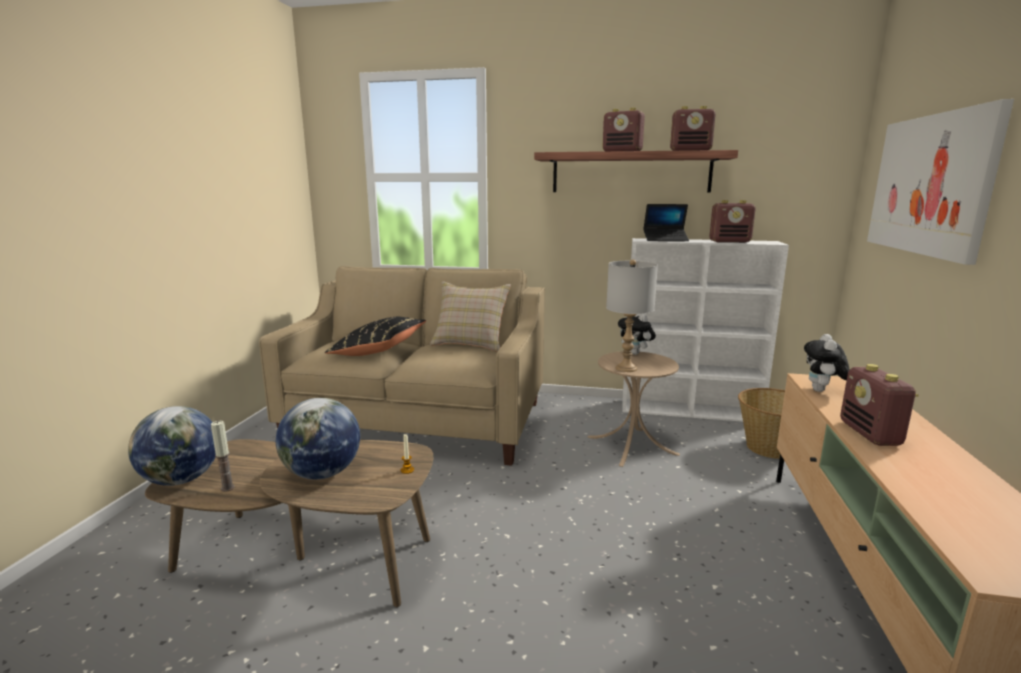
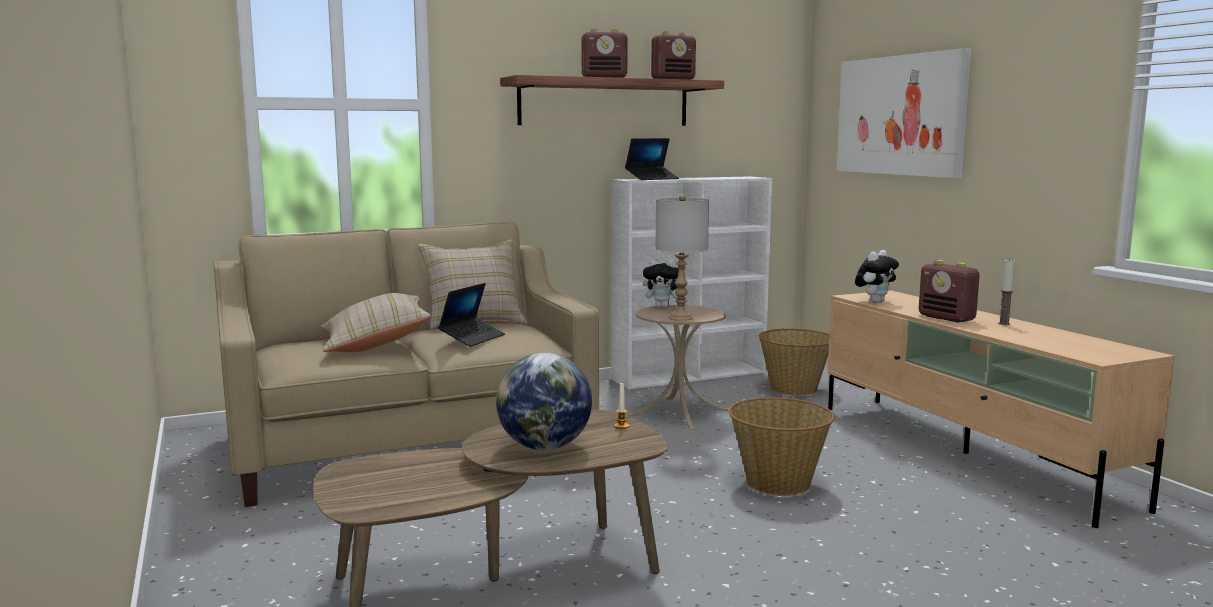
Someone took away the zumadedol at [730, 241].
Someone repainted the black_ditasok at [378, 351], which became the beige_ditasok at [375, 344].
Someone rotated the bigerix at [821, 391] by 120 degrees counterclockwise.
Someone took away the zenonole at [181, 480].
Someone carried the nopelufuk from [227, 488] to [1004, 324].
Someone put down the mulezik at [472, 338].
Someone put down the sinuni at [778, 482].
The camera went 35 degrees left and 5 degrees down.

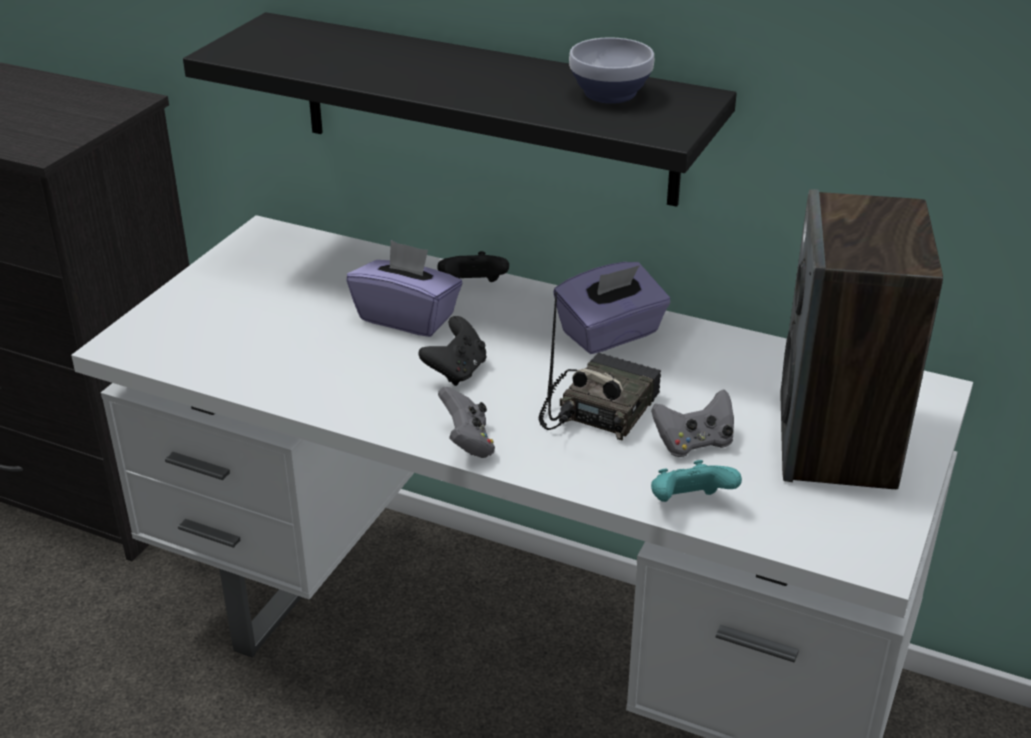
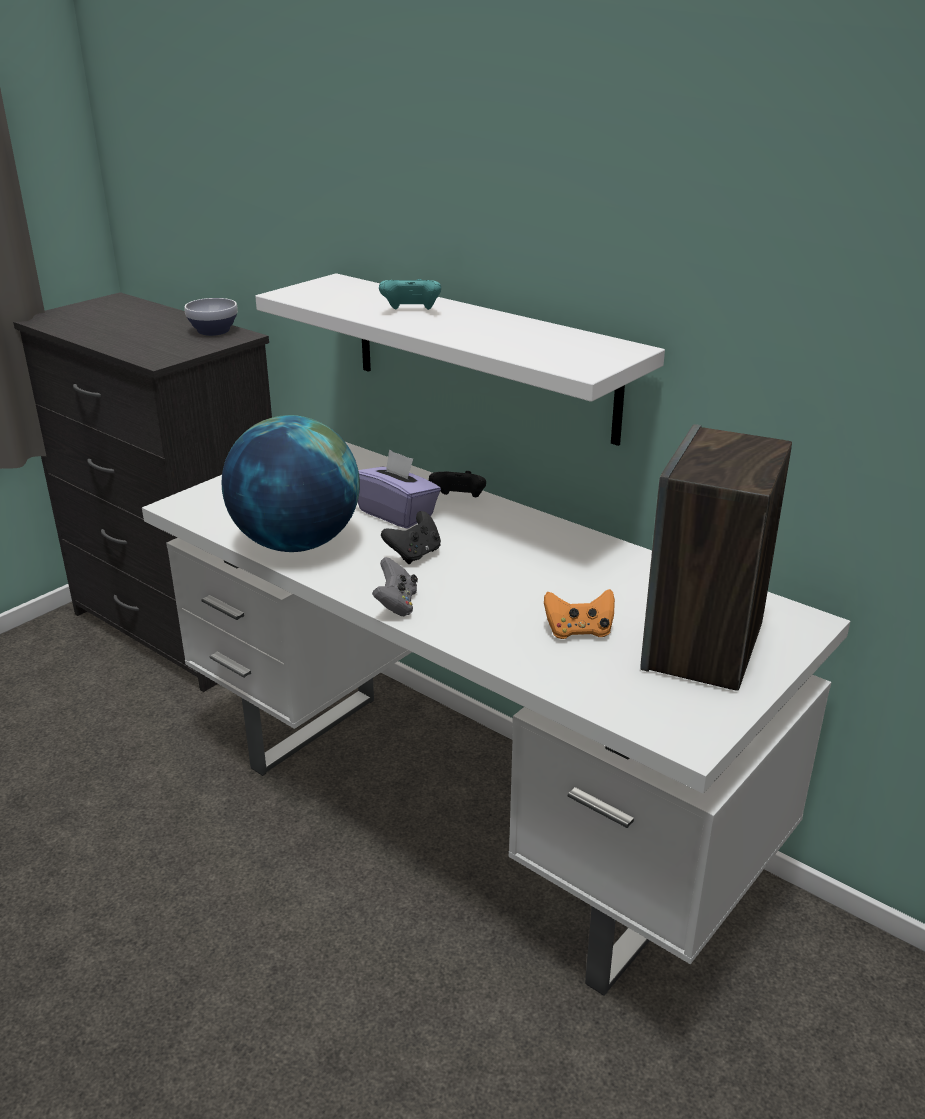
Someone repainted the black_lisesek at [486, 109], which became the white_lisesek at [482, 356].
Someone carried the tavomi from [607, 94] to [212, 331].
Someone took away the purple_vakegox at [611, 334].
Someone took away the zumadedol at [599, 408].
Someone repainted the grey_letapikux at [694, 443], which became the orange_letapikux at [579, 631].
Someone carried the turquoise_letapikux from [689, 504] to [411, 312].
Someone put down the zenonole at [296, 543].
The camera went 15 degrees right and 5 degrees down.

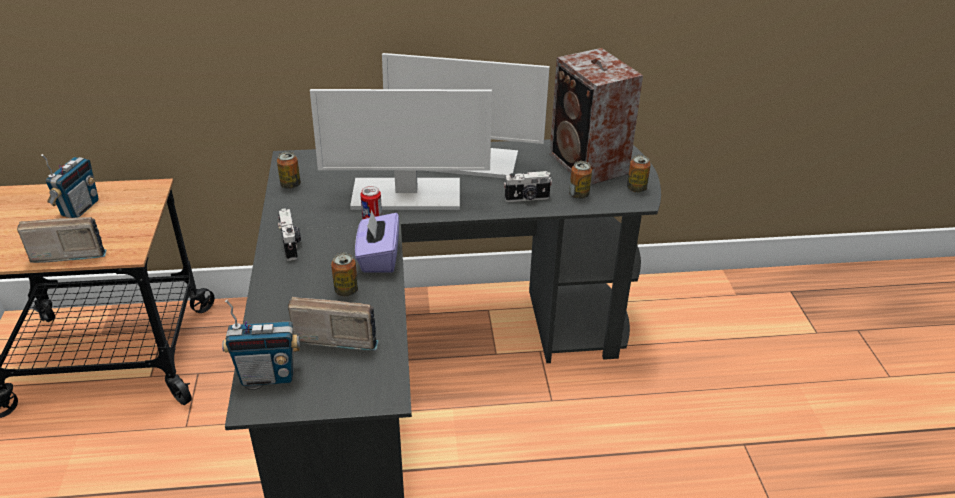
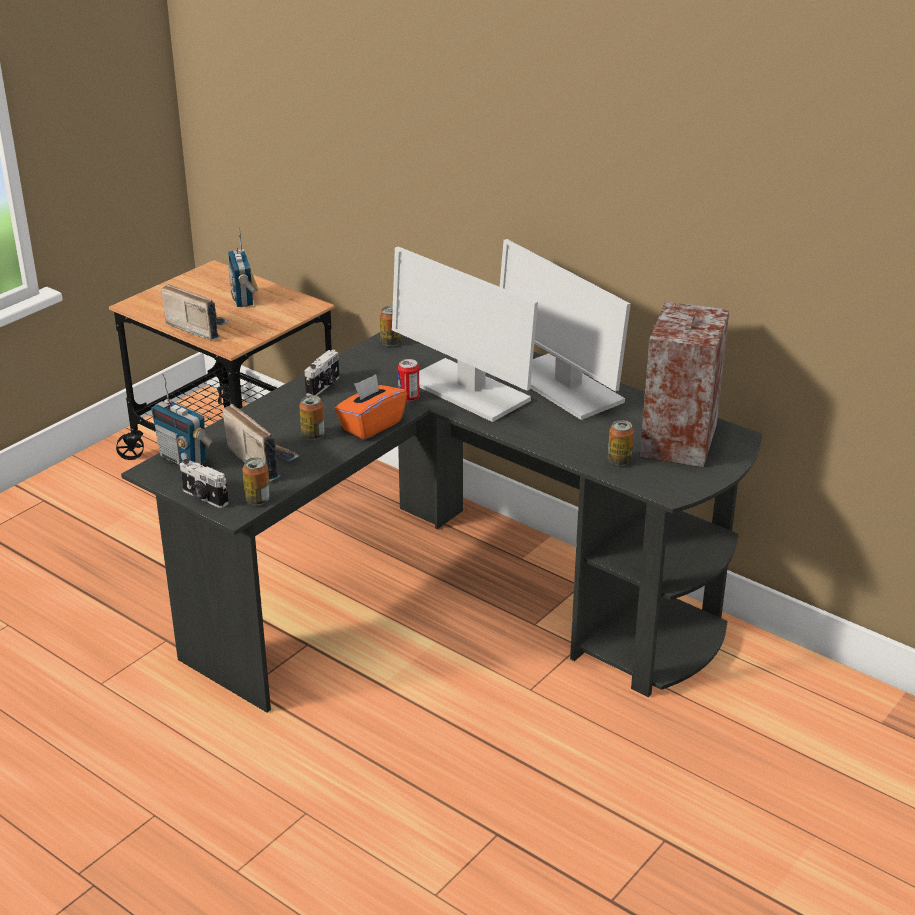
Someone rotated the zumadedol at [80, 208] by 105 degrees clockwise.
Someone carried the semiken from [636, 188] to [258, 500].
Someone carried the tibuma from [527, 198] to [204, 497].
Someone repainted the purple_vakegox at [378, 258], which became the orange_vakegox at [371, 425].
The camera went 45 degrees right and 5 degrees down.

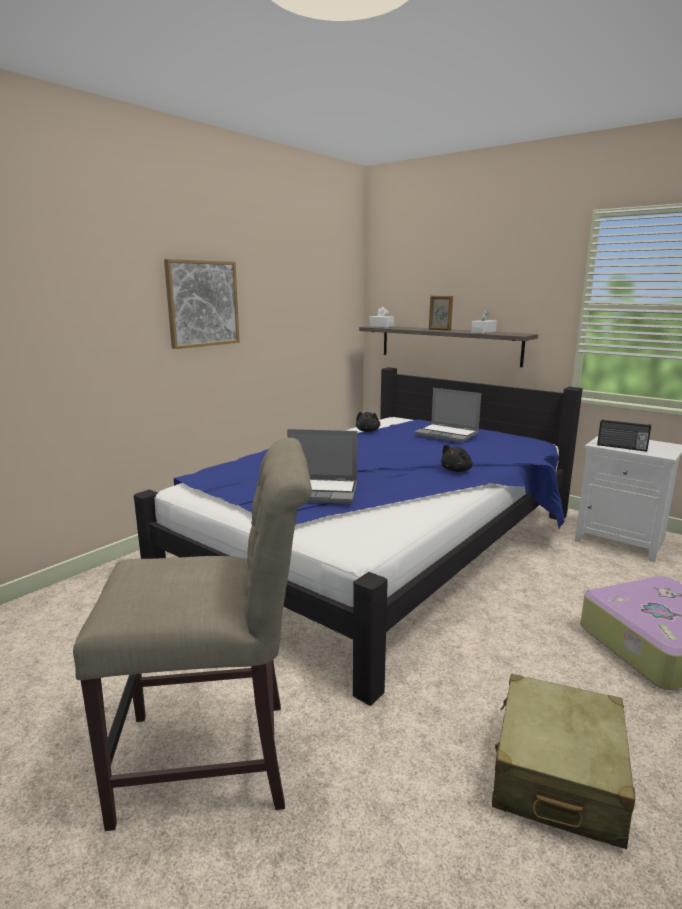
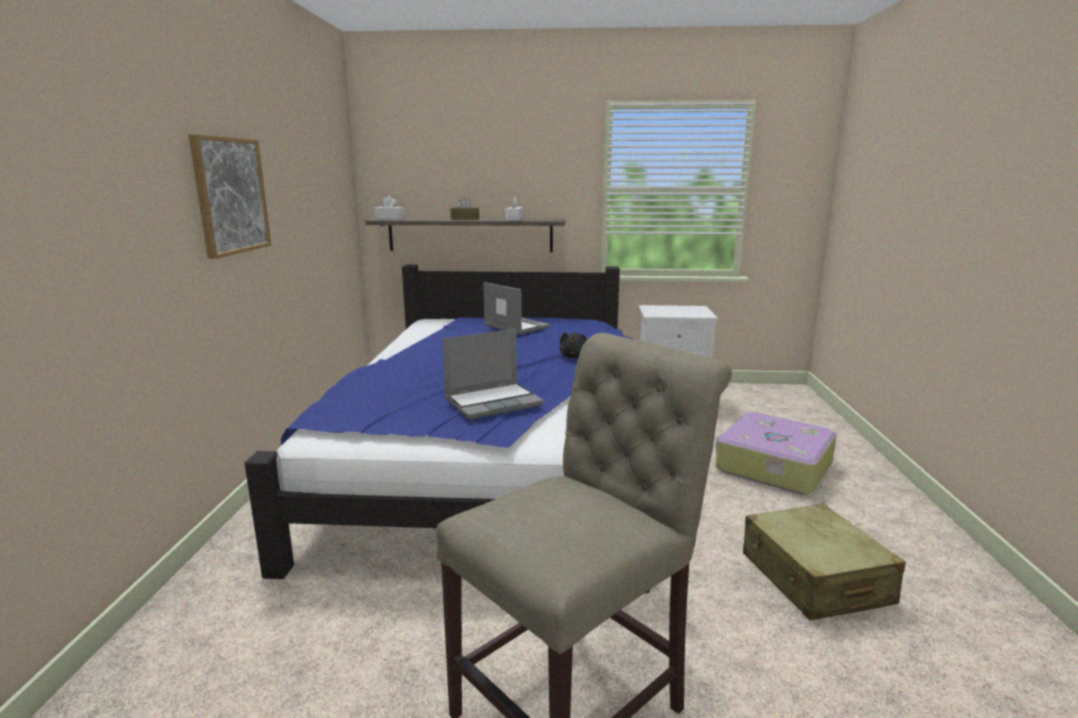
Someone swapped the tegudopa at [439, 330] for the brown_vakegox at [465, 219].
Someone rotated the mulezik at [447, 434] by 135 degrees counterclockwise.
Someone took away the black_bigerix at [368, 431].
Someone took away the zumadedol at [621, 447].
The camera went 35 degrees left and 0 degrees up.

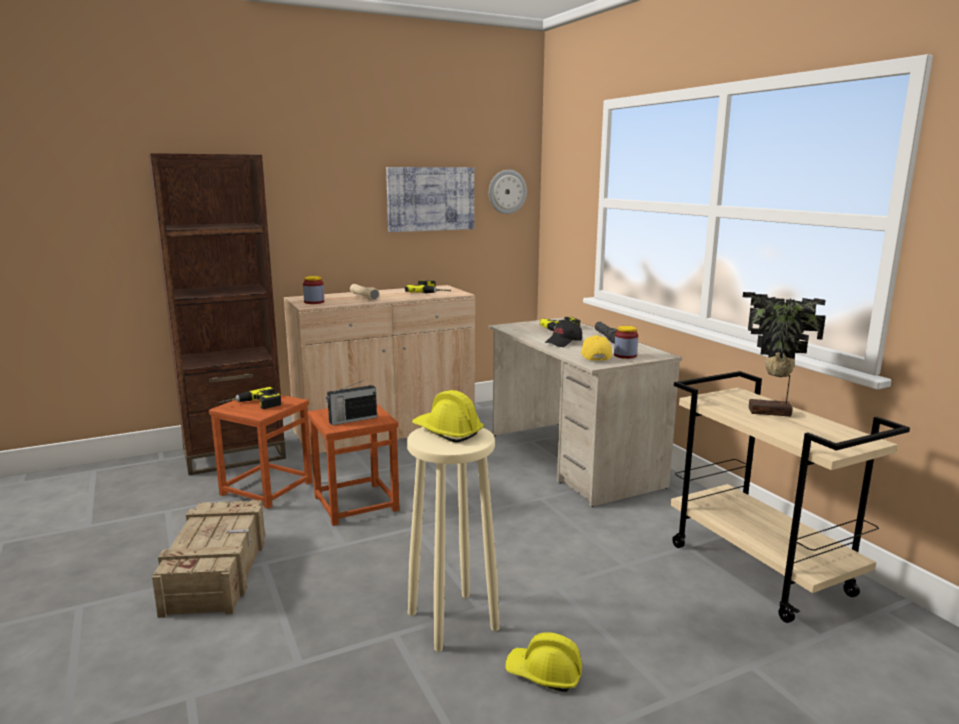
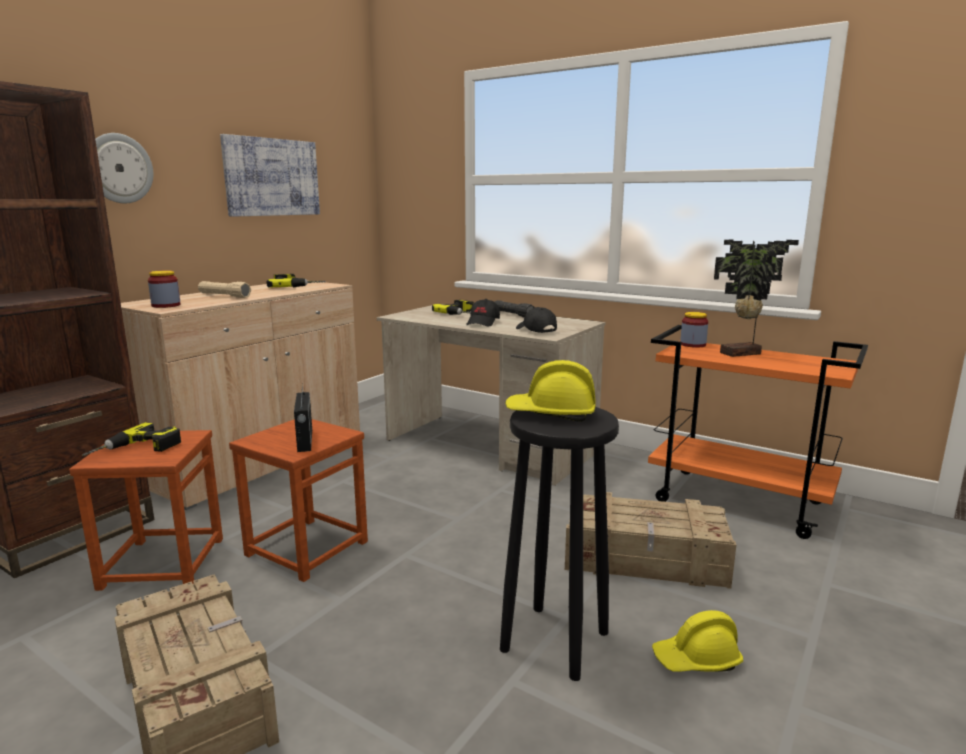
Someone carried the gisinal from [507, 192] to [119, 168].
Someone carried the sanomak from [625, 355] to [693, 344].
Someone repainted the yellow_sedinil at [594, 357], which became the black_sedinil at [535, 330].
Someone repainted the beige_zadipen at [761, 570], which became the orange_zadipen at [740, 502].
Someone rotated the zumadedol at [352, 420] by 45 degrees counterclockwise.
Someone repainted the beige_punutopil at [453, 621], which became the black_punutopil at [556, 641].
Someone put down the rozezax at [645, 559].
The camera went 30 degrees left and 0 degrees up.

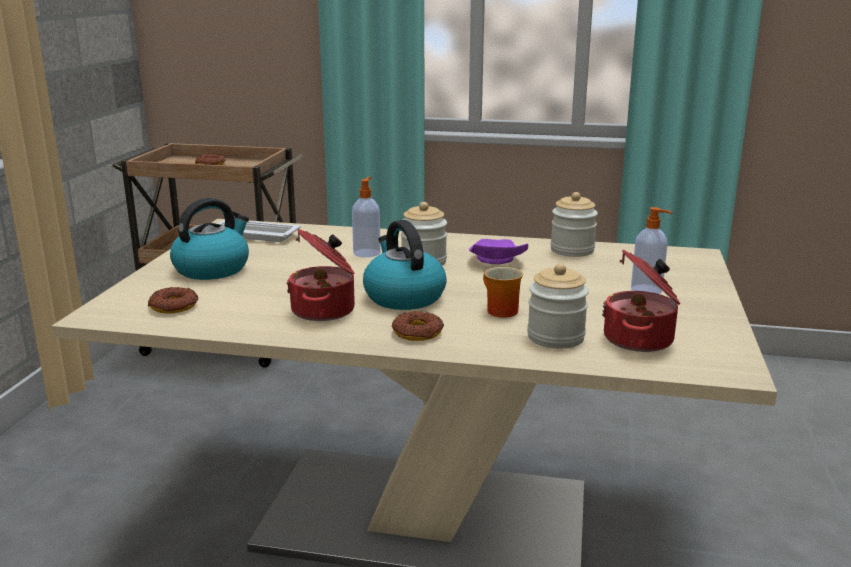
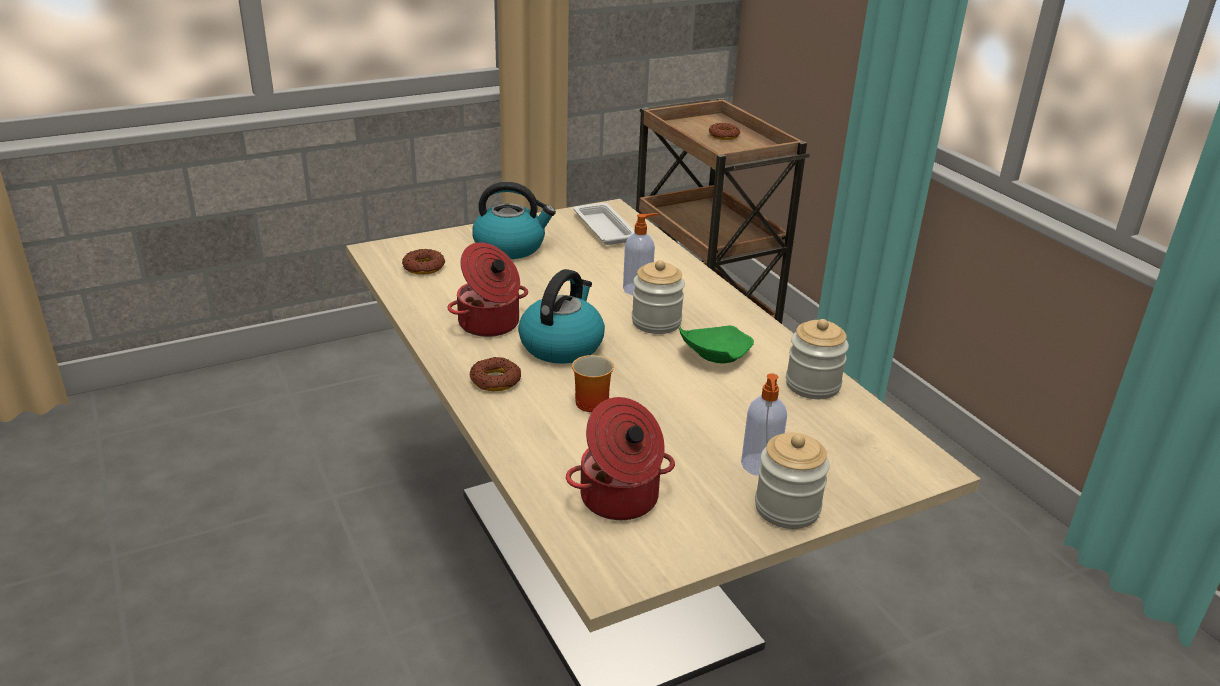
Someone repainted the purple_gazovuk at [495, 261], which became the green_gazovuk at [714, 355].
Someone carried the sanomak from [555, 337] to [787, 508].
The camera went 50 degrees right and 10 degrees up.

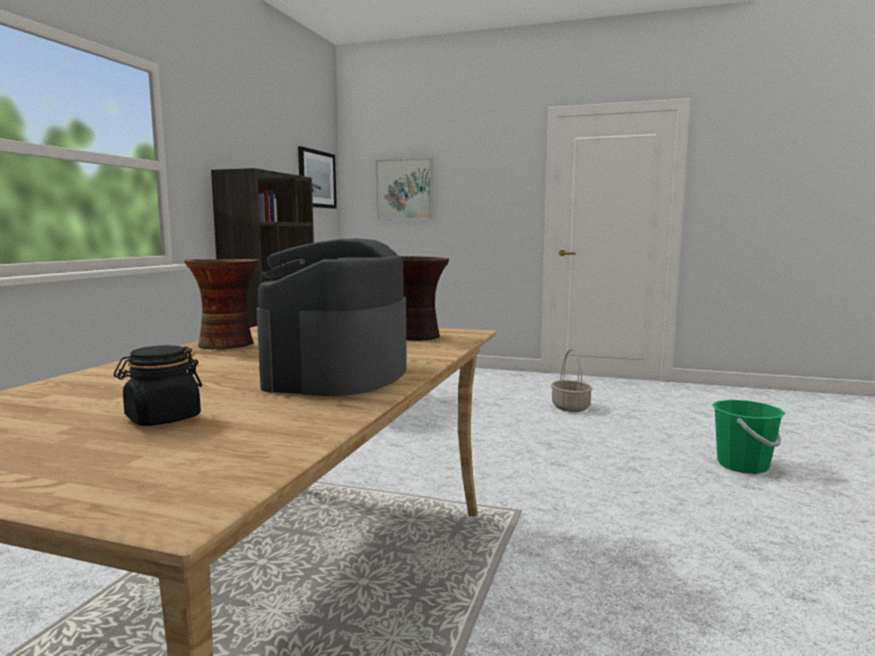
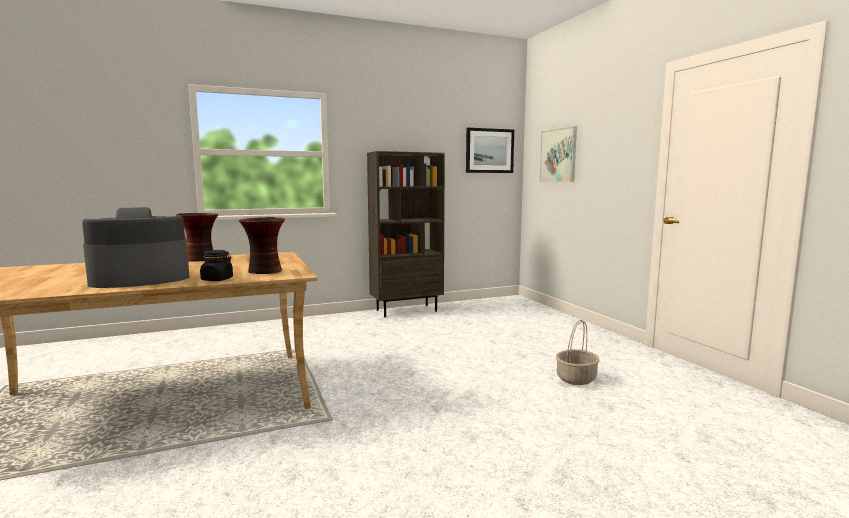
Someone carried the black_sanomak from [162, 418] to [217, 279].
Someone took away the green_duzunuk at [743, 465].
The camera went 50 degrees right and 0 degrees up.

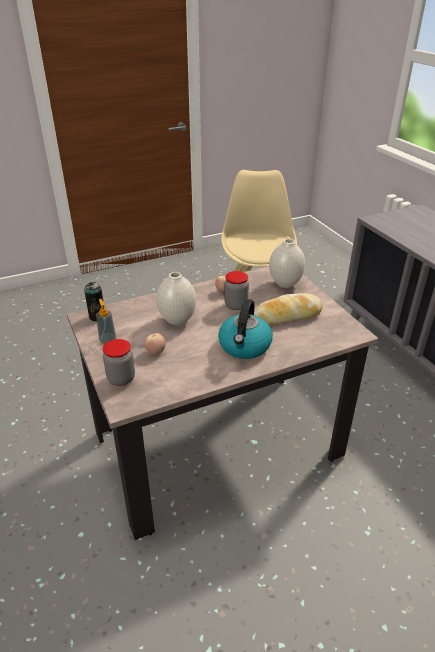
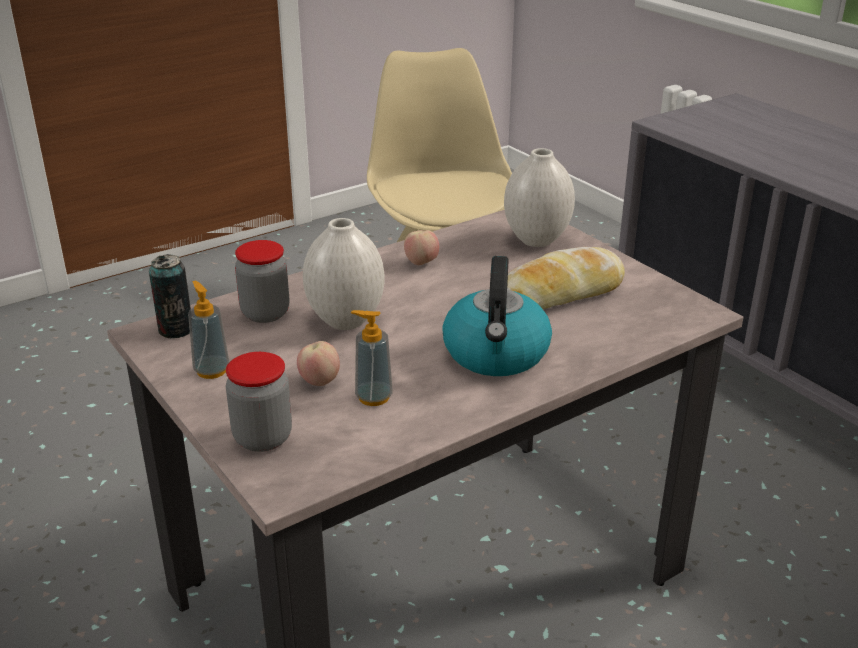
Someone carried the sanomak from [236, 305] to [265, 313].
Someone put down the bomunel at [373, 397].
The camera went 10 degrees left and 5 degrees down.

